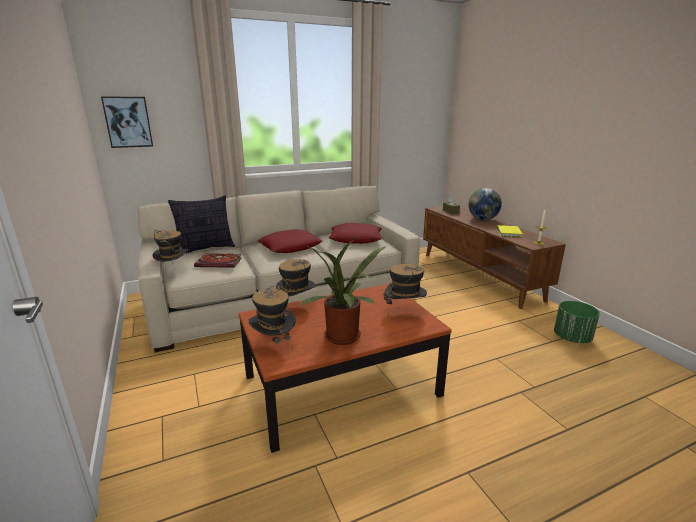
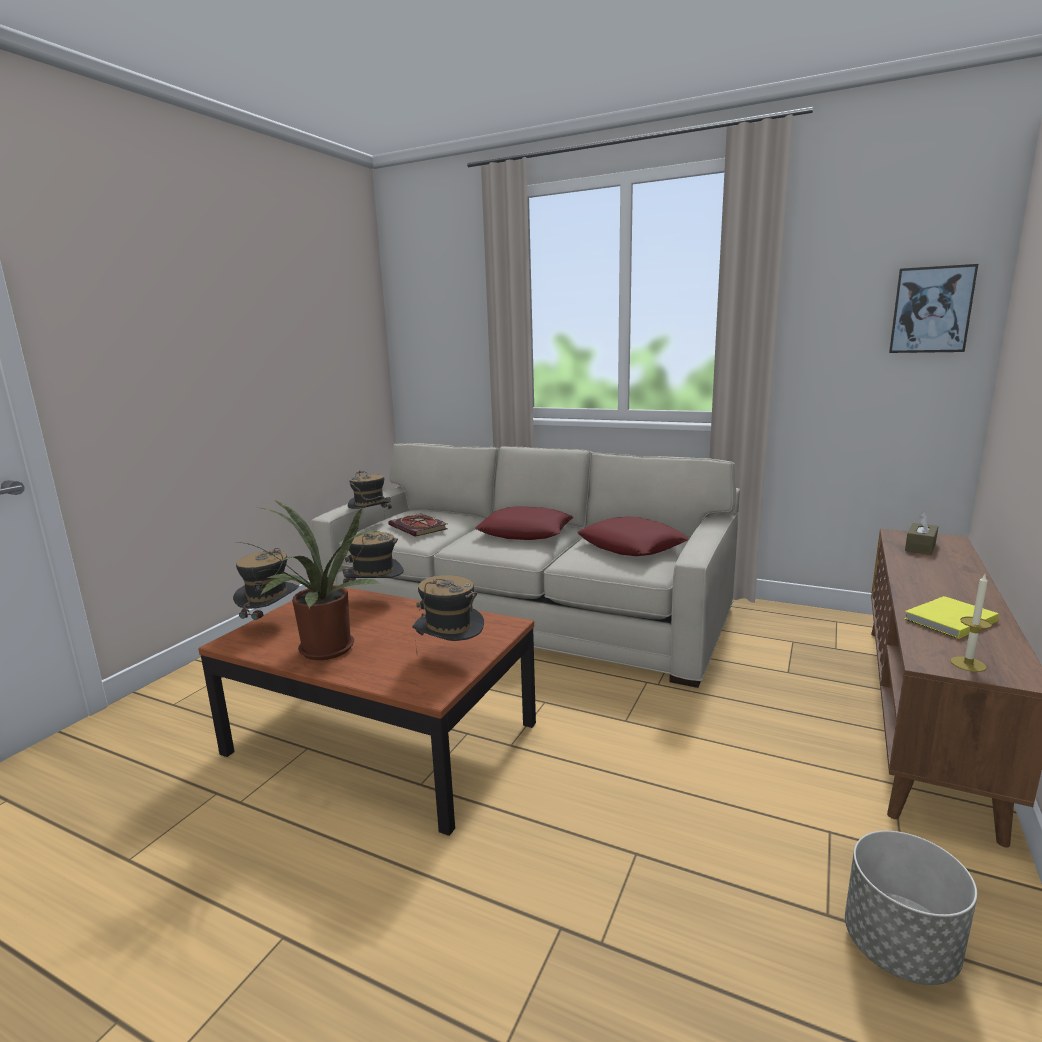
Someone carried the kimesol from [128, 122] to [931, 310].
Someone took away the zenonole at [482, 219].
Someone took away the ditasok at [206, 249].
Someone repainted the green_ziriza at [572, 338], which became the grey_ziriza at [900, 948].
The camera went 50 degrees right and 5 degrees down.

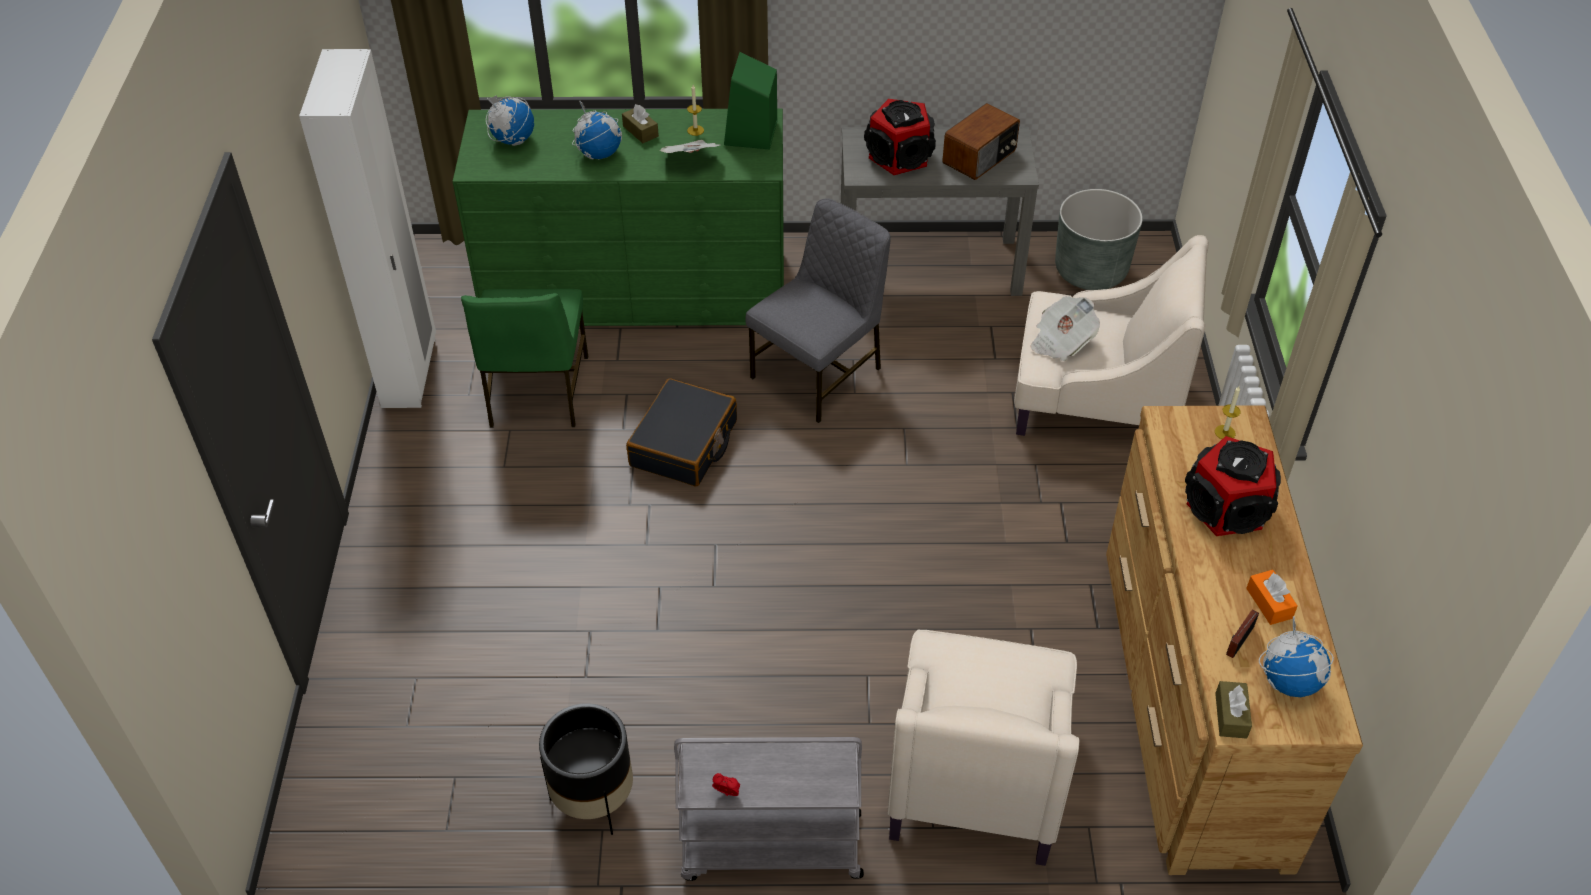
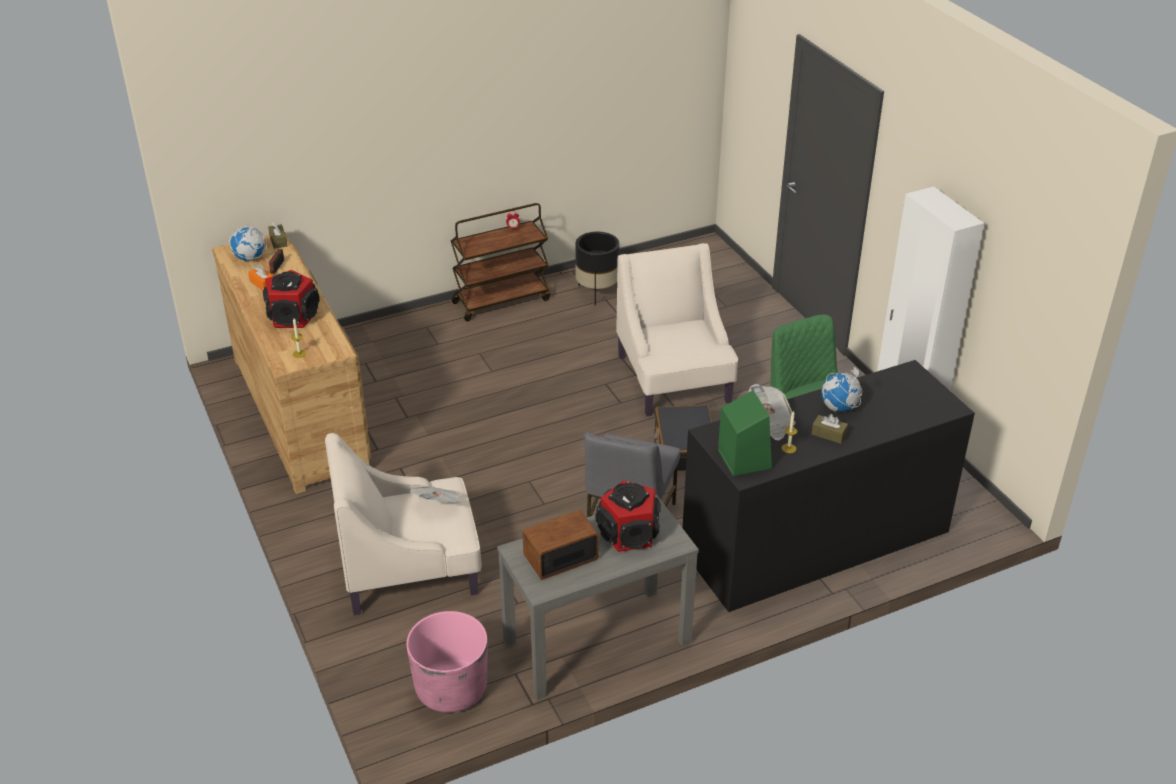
Someone took away the zenonole at [513, 140].
Someone rotated the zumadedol at [980, 157] by 45 degrees clockwise.
Someone repainted the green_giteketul at [636, 289], which became the black_giteketul at [815, 540].
Someone repainted the grey_ziriza at [1090, 270], which became the pink_ziriza at [451, 688].
Someone carried the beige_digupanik from [977, 770] to [673, 379].
Someone repainted the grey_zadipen at [770, 847], which became the brown_zadipen at [501, 300].
The camera went 155 degrees right and 10 degrees down.

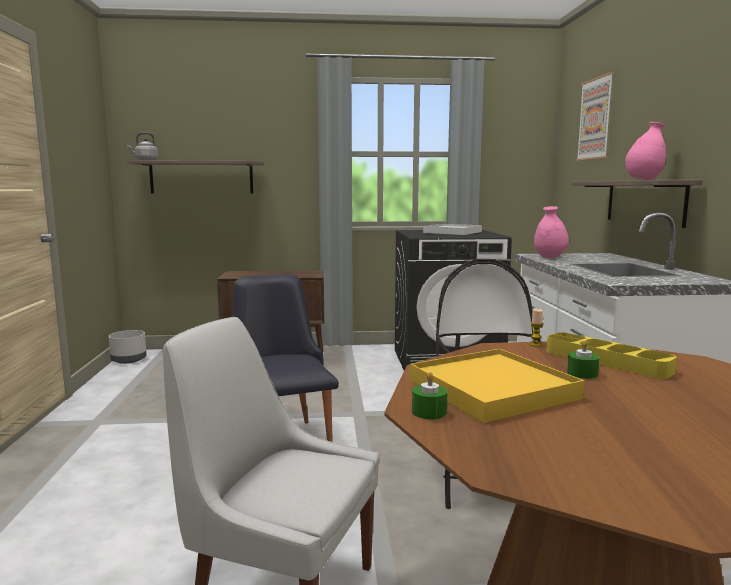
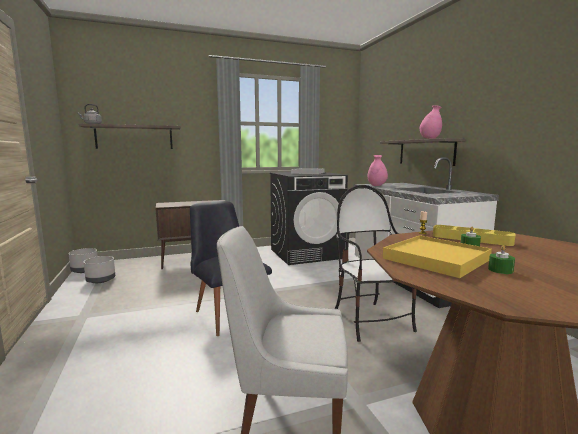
Someone took away the kimesol at [595, 119].
Someone carried the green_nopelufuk from [429, 412] to [500, 270].
Someone put down the grey_ziriza at [101, 280].
The camera went 15 degrees left and 0 degrees up.

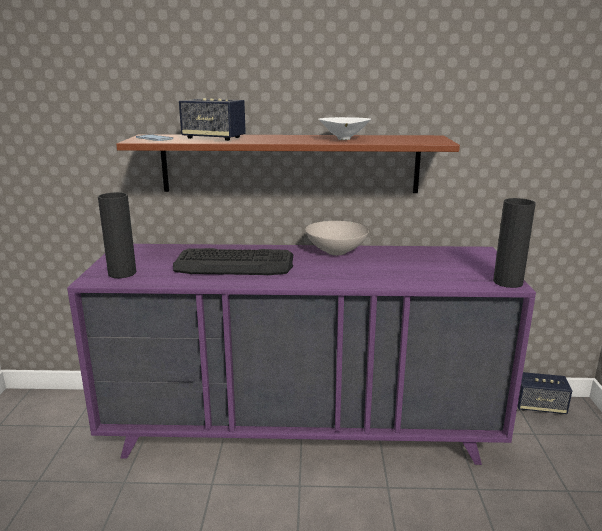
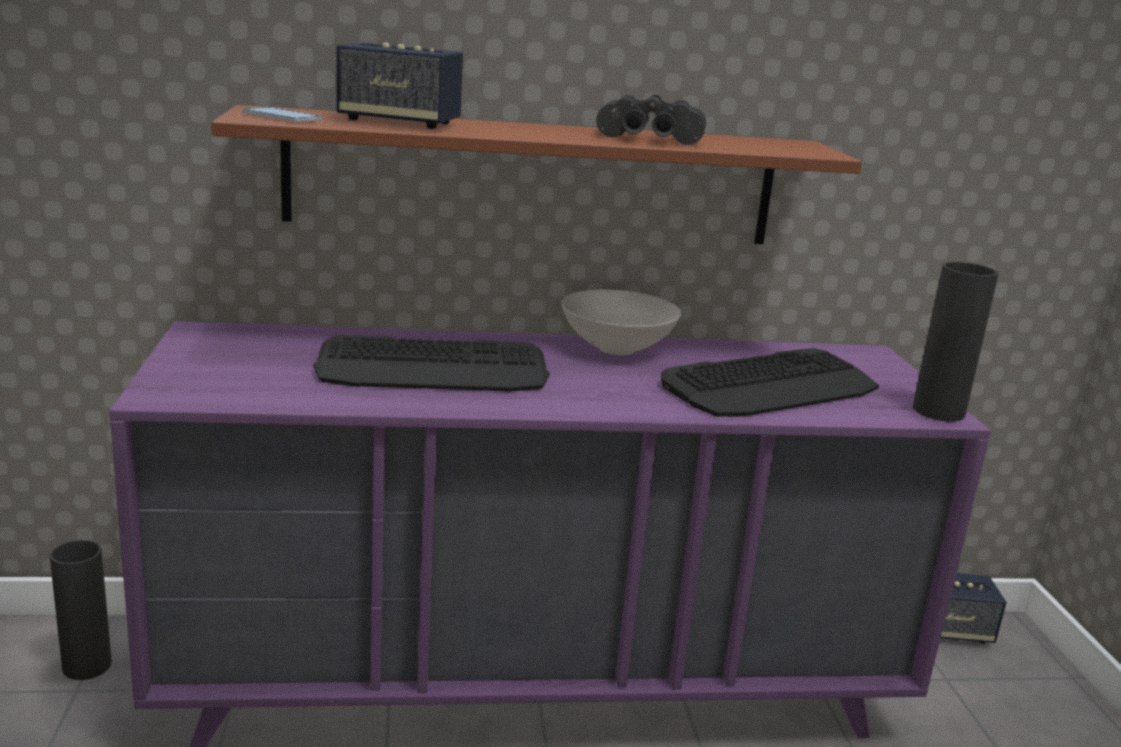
Someone swapped the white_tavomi at [343, 139] for the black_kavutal at [649, 139].
Someone carried the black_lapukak from [122, 273] to [87, 666].
Someone put down the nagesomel at [771, 386].
The camera went 10 degrees left and 0 degrees up.

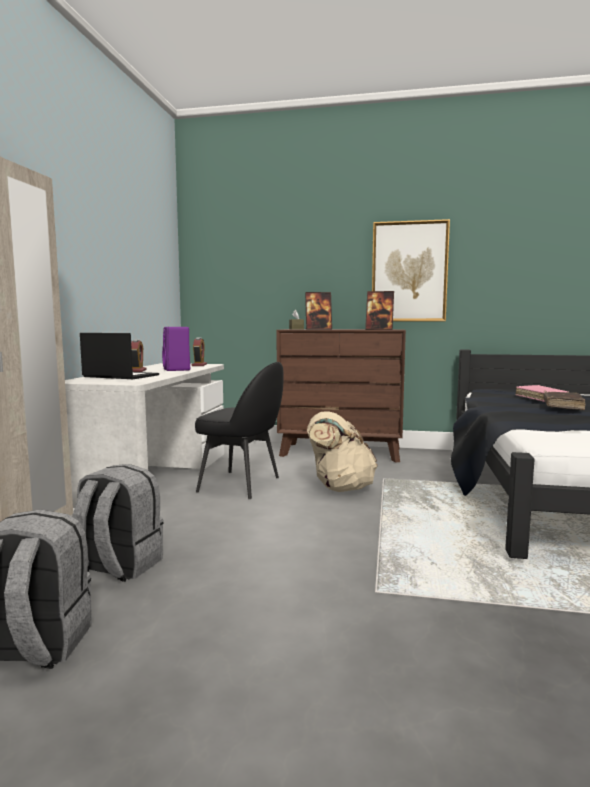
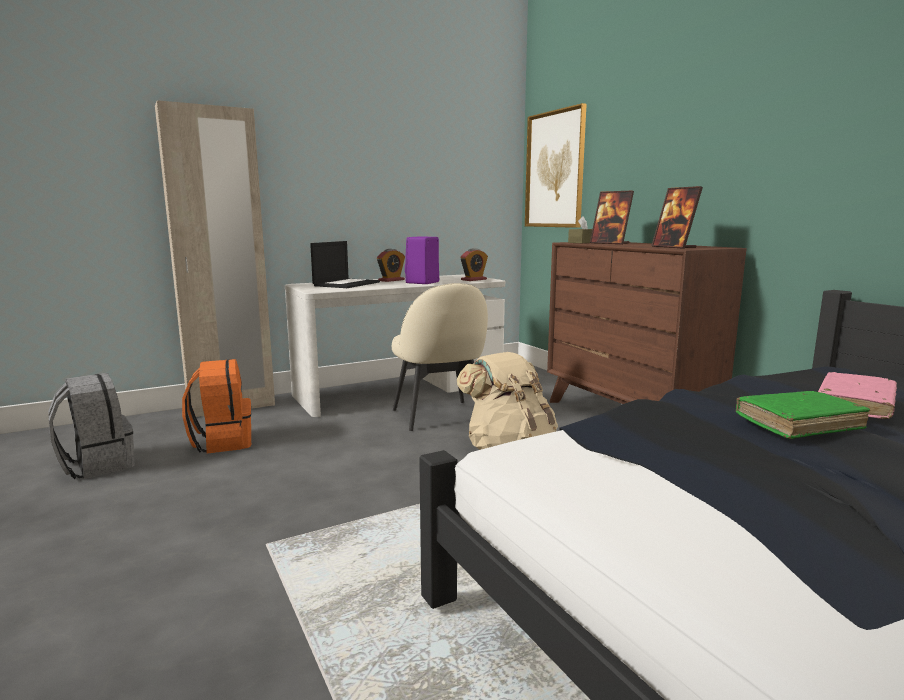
Someone carried the kimesol from [409, 272] to [555, 170].
Someone rotated the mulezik at [120, 376] by 45 degrees clockwise.
Someone repainted the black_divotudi at [241, 485], which became the beige_divotudi at [439, 416].
Someone repainted the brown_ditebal at [562, 406], which became the green_ditebal at [798, 424].
Someone repainted the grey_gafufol at [118, 566], which became the orange_gafufol at [222, 442].
The camera went 50 degrees right and 5 degrees up.

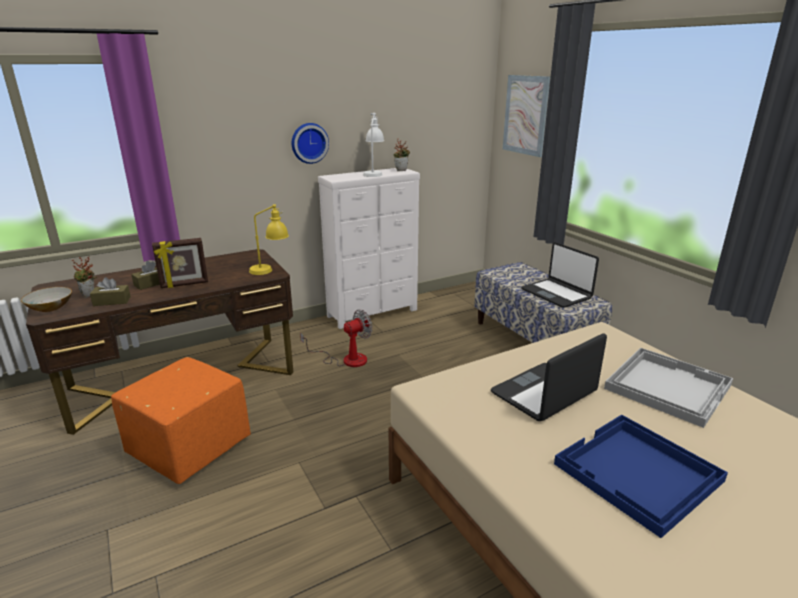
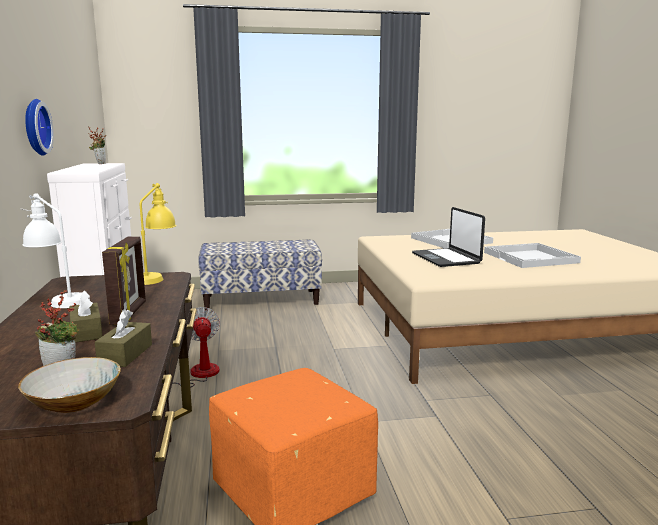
Someone took away the kimesol at [525, 115].
Someone carried the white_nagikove from [373, 173] to [59, 300].
Someone took away the mulezik at [556, 293].
Someone repainted the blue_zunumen at [638, 473], which became the white_zunumen at [531, 257].
The camera went 70 degrees left and 10 degrees down.

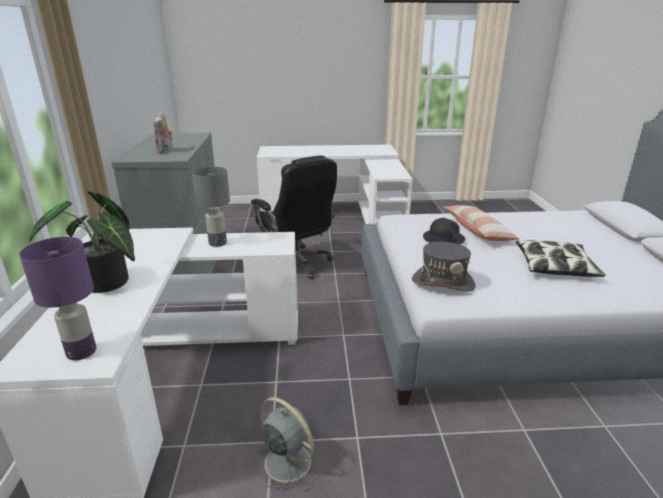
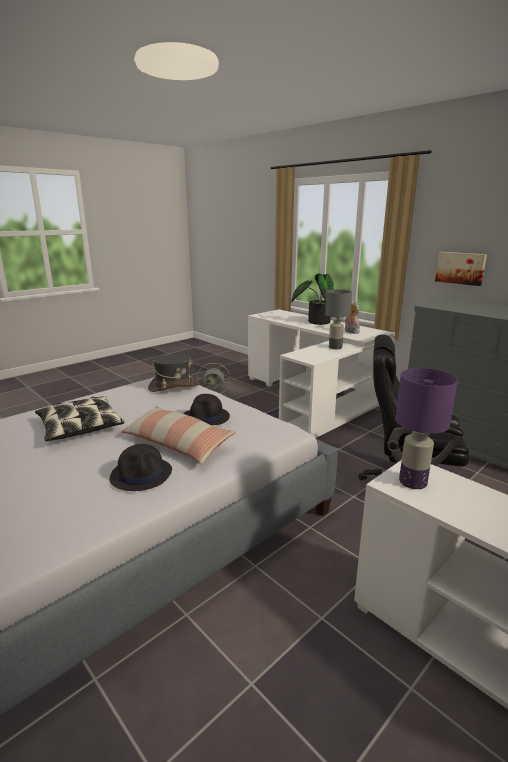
Someone carried the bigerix from [165, 151] to [350, 332].
Someone carried the purple_nagikove from [81, 352] to [412, 482].
Someone put up the kimesol at [460, 268].
Someone put down the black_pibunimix at [142, 474].
The camera went 140 degrees right and 5 degrees down.

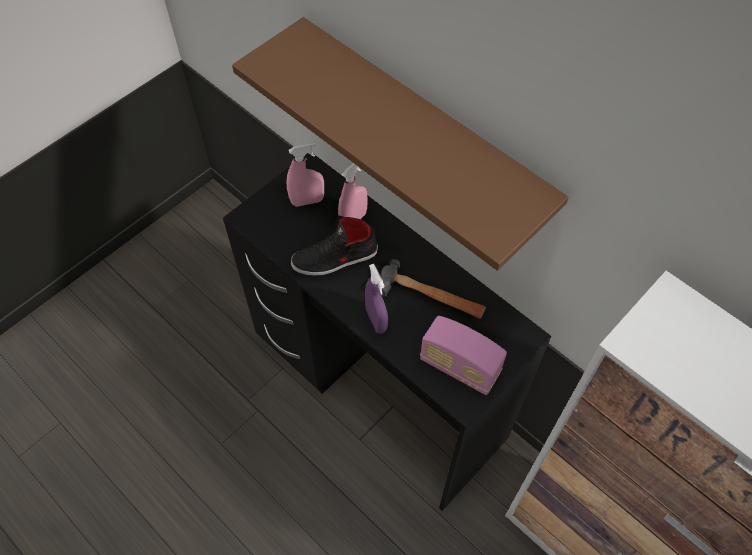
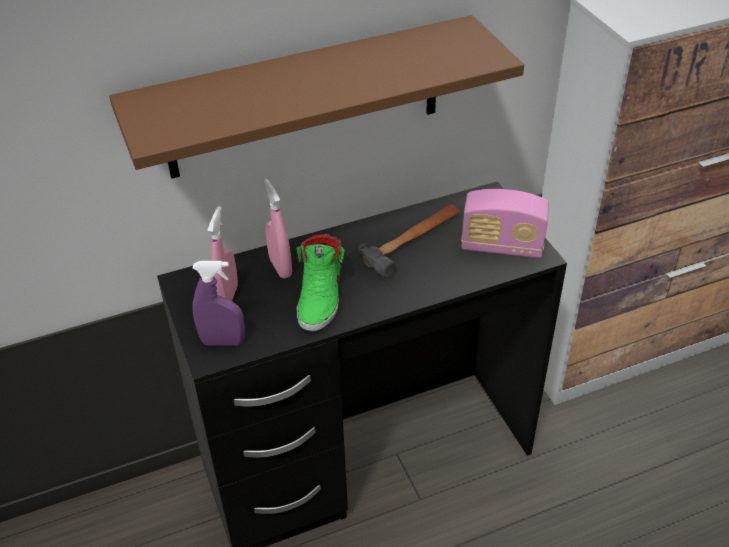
Someone repainted the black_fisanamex at [335, 258], which became the green_fisanamex at [321, 296].
Someone carried the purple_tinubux from [376, 320] to [223, 342].
Someone rotated the zumadedol at [459, 367] by 45 degrees clockwise.
The camera went 65 degrees left and 15 degrees down.

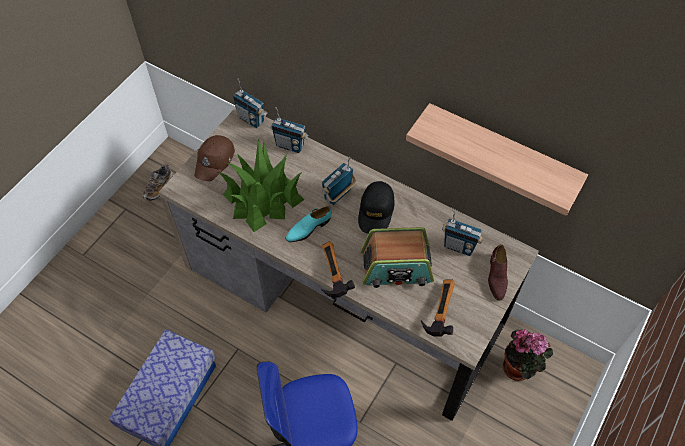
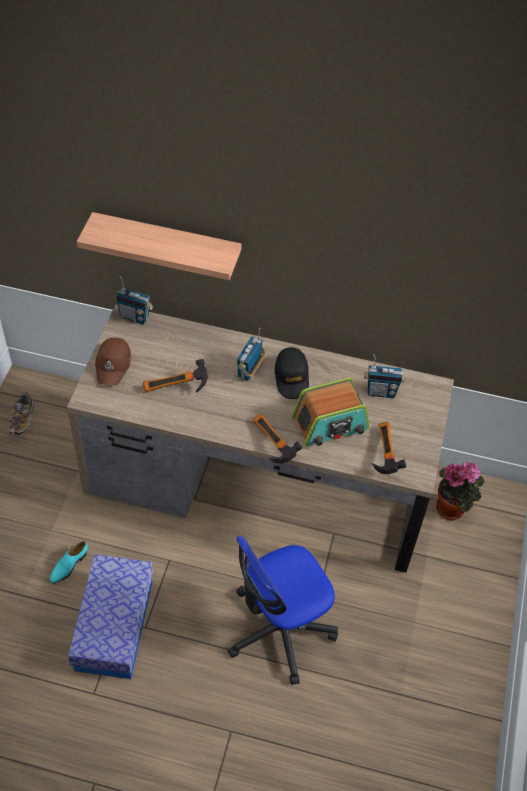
Someone carried the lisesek from [501, 155] to [167, 246].
Someone took away the zumadedol at [290, 145].
Someone swapped the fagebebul at [262, 198] for the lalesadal at [176, 389].
Someone carried the turquoise_fisanamex from [308, 228] to [68, 566].
Someone took away the brown_fisanamex at [496, 277].
The camera went 20 degrees left and 5 degrees down.

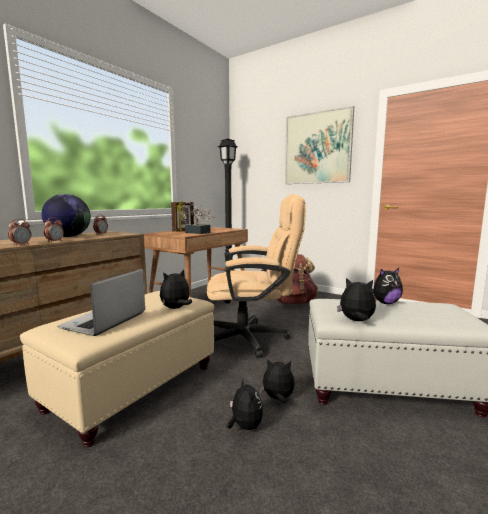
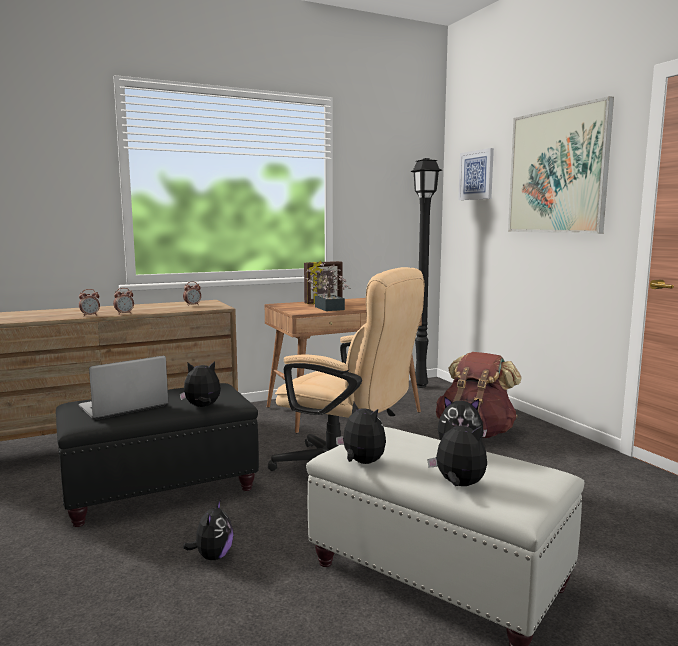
Someone took away the zenonole at [68, 236].
Someone repainted the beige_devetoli at [133, 387], which became the black_devetoli at [159, 489].
Someone carried the bigerix from [278, 398] to [458, 485].
Someone put up the kimesol at [476, 175].
The camera went 30 degrees right and 0 degrees up.

